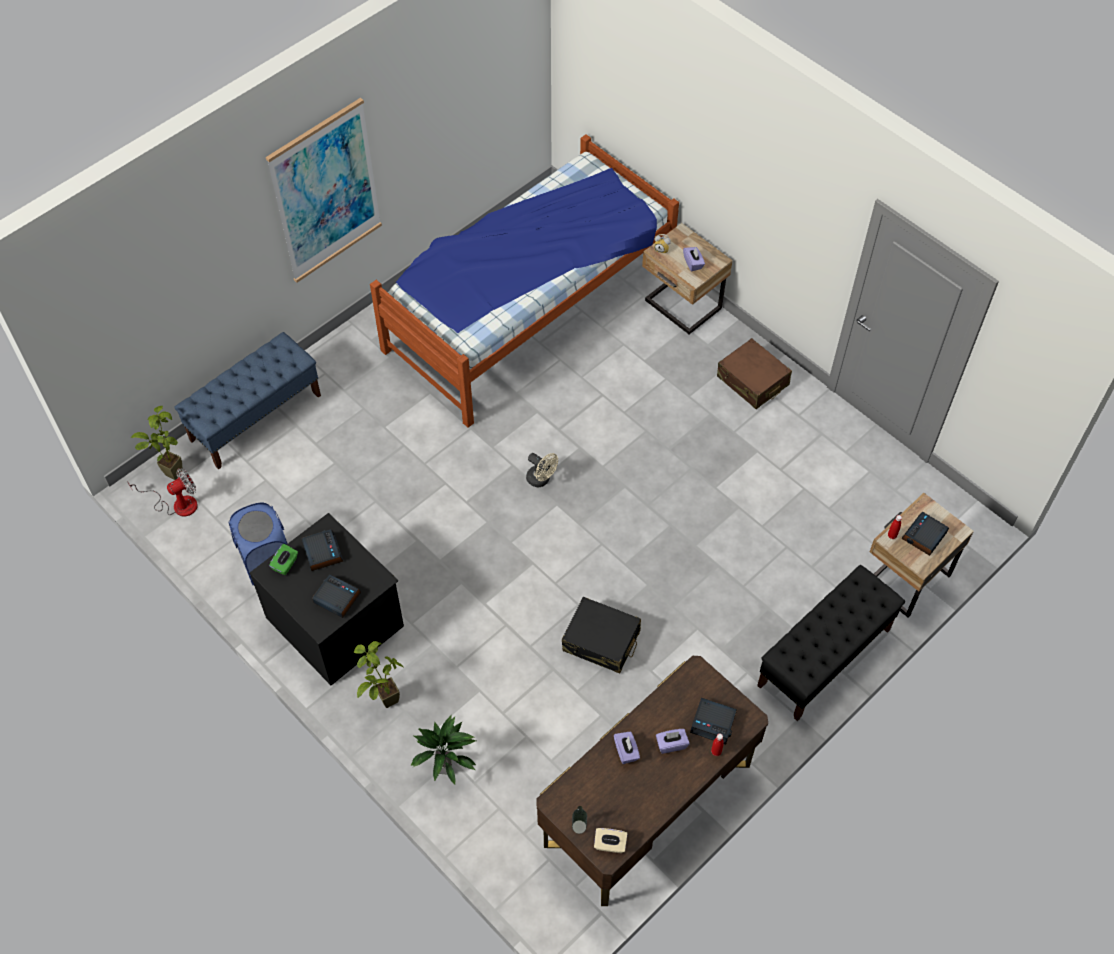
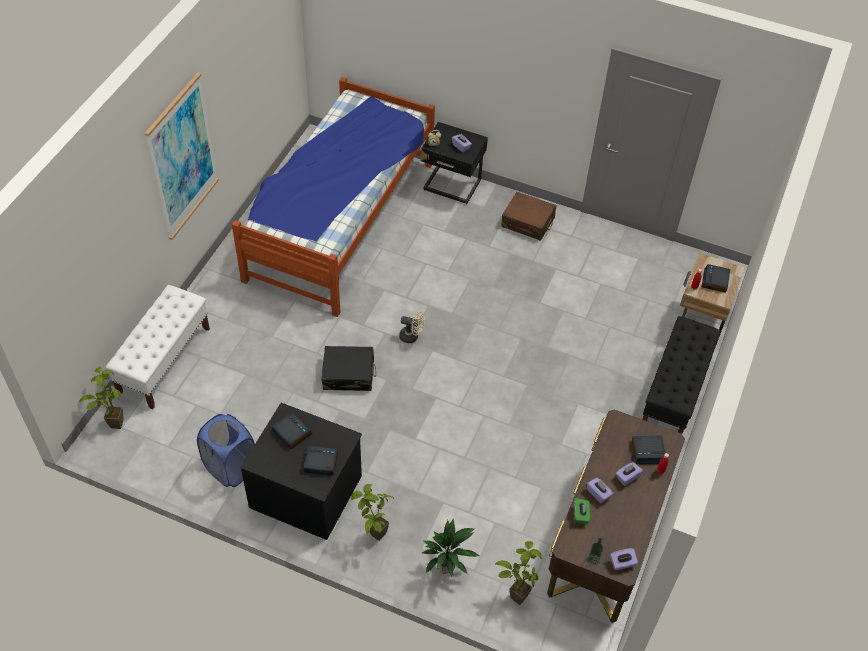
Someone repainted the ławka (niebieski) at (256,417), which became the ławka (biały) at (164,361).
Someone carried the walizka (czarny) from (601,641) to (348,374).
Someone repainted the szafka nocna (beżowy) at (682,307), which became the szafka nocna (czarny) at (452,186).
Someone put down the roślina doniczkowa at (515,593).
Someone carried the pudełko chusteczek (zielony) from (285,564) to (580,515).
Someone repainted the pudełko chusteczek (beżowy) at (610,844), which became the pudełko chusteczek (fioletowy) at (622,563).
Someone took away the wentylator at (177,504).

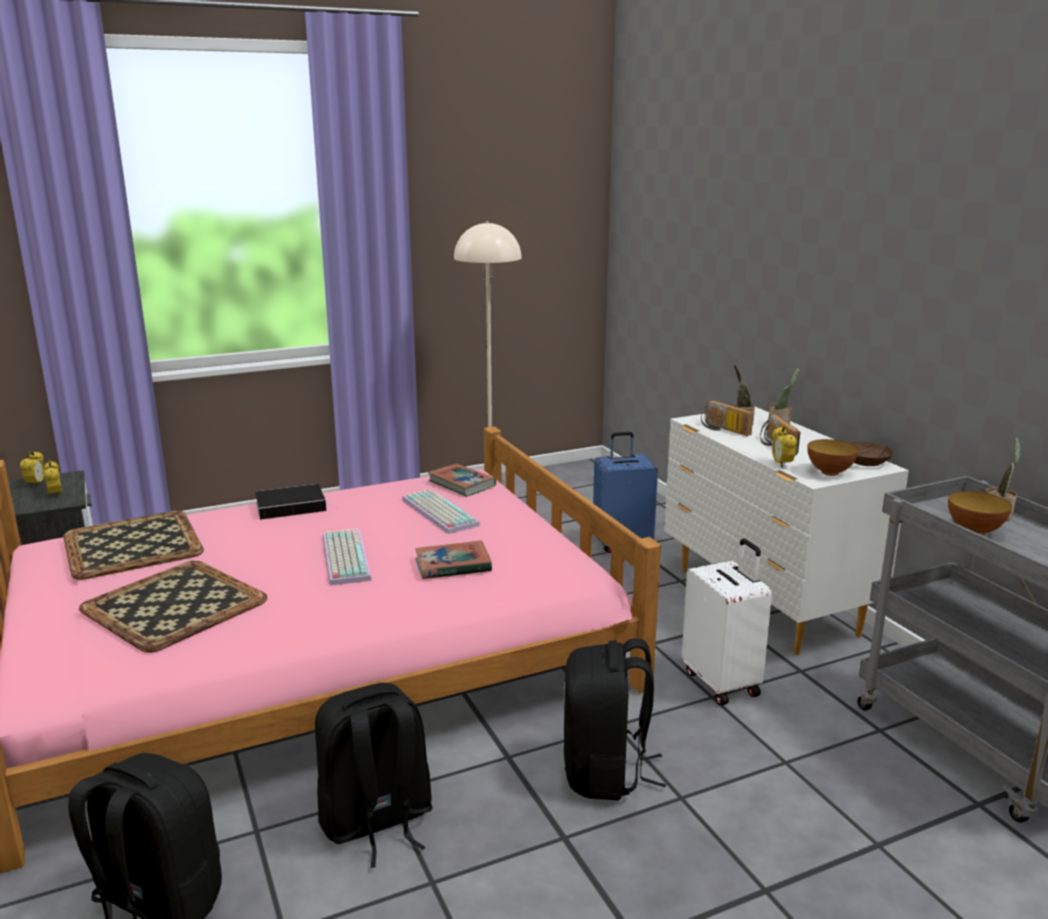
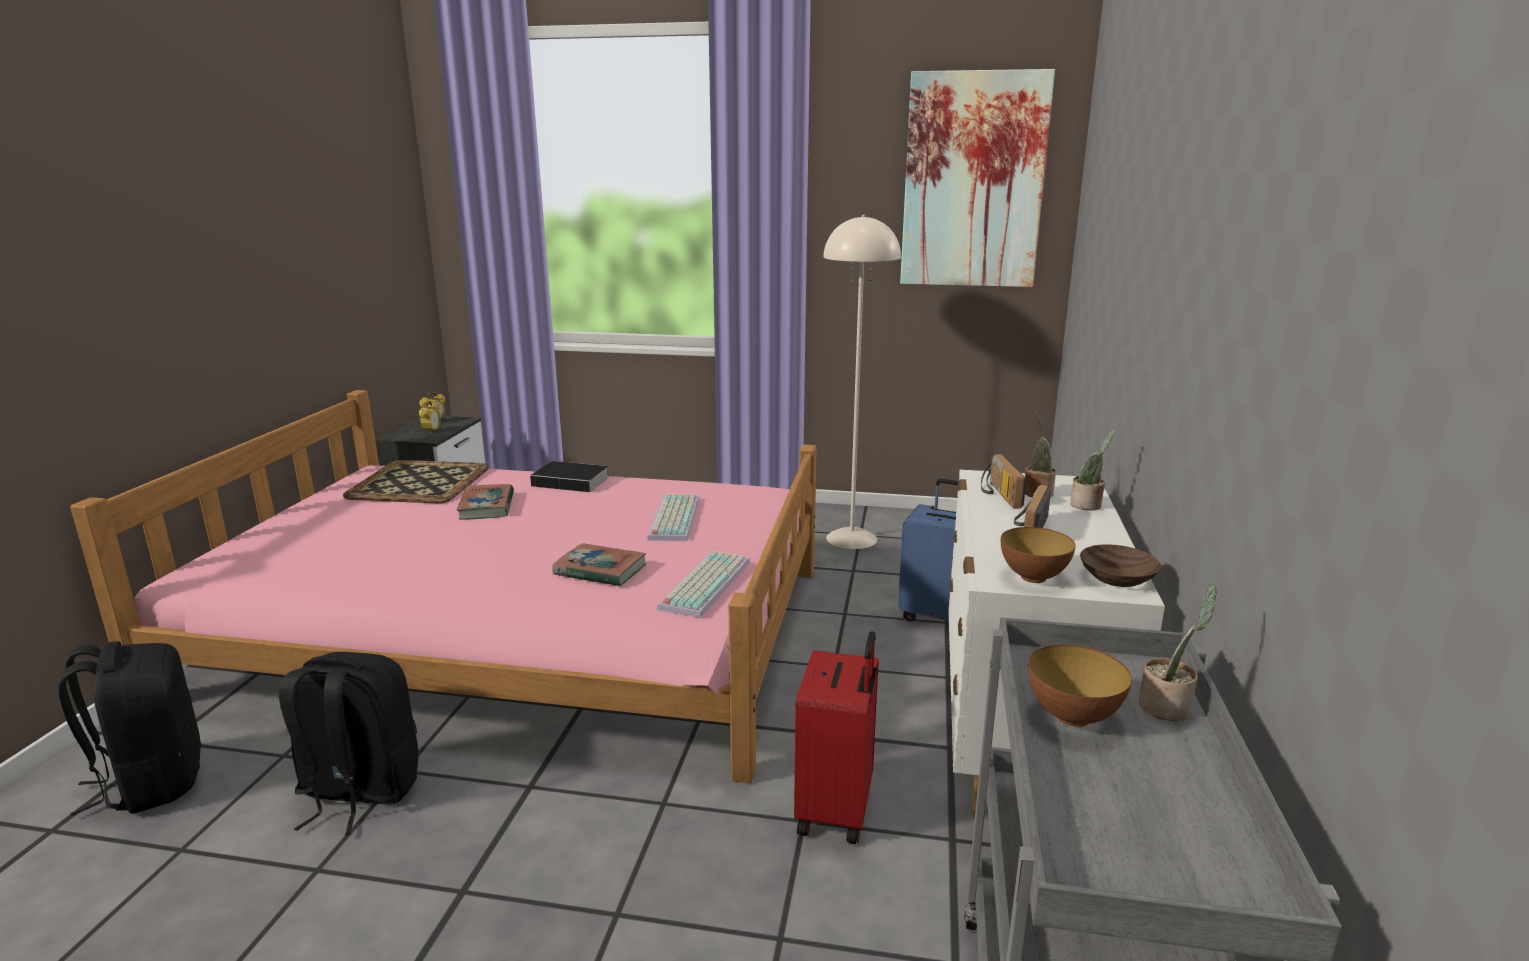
Someone carried the książka from (462,484) to (487,506).
Someone carried the klawiatura from (343,557) to (704,584).
Someone repainted the walizka (biały) at (722,682), which became the walizka (czerwony) at (837,810).
Someone put up the obraz at (973,181).
Someone took away the taca at (172,605).
Someone took away the plecak (czarny) at (606,773).
Someone took away the budzik at (781,465).

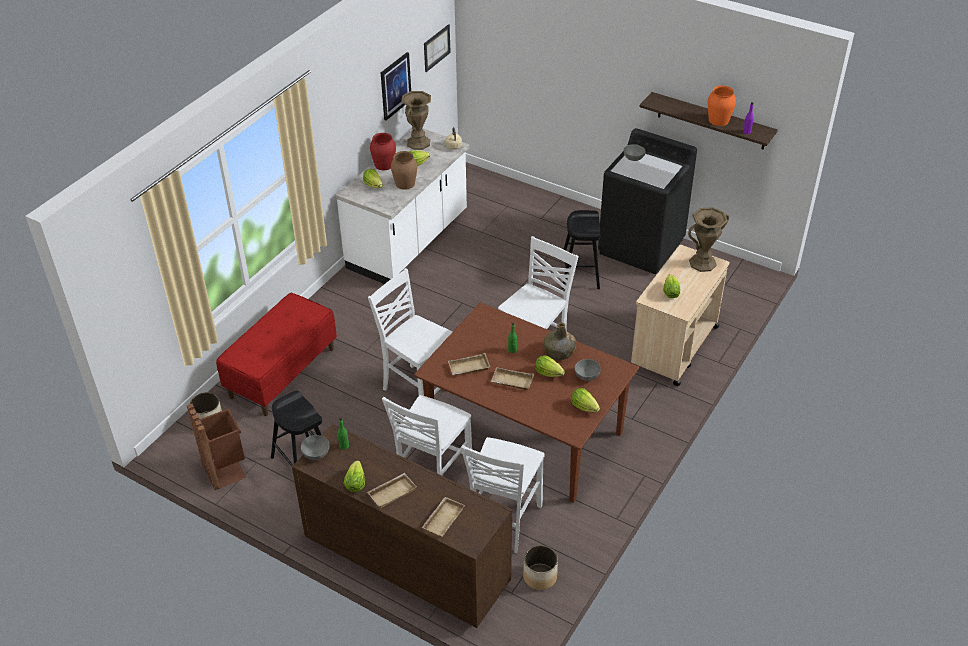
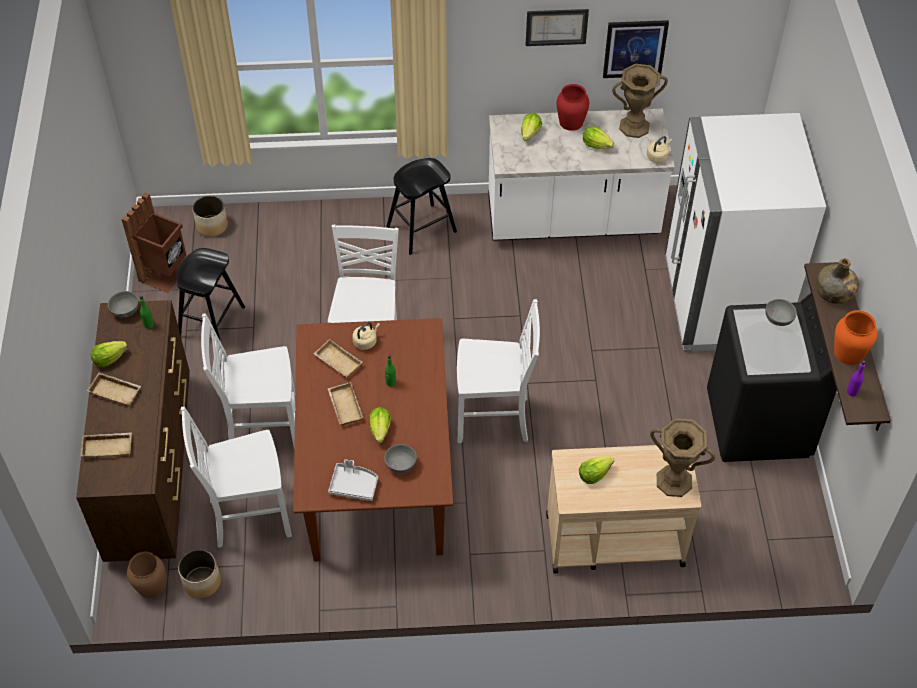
Someone carried the wazon (brązowy) from (405,183) to (151,585).
Someone swapped the sałata at (584,407) for the taca (szary) at (354,485).
Someone put down the czajnik (beżowy) at (366,341).
Someone carried the stołek (czarny) from (580,274) to (421,229).
Someone carried the obraz from (436,48) to (556,27).
Someone put down the lodówka (biały) at (721,303).
Someone carried the butelka (zielony) from (559,352) to (833,293).
Someone took away the ławka (czerwony) at (282,372).

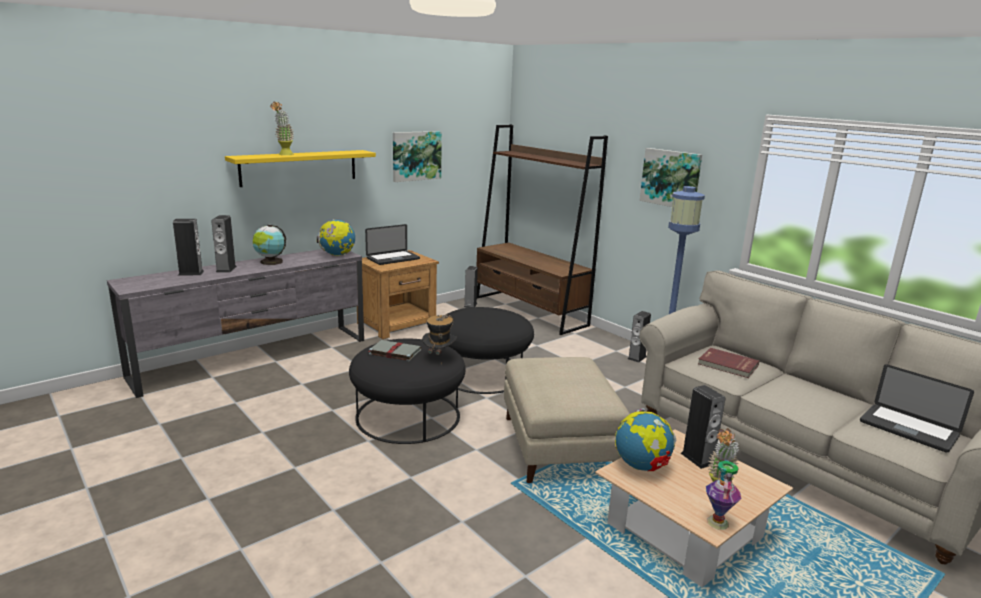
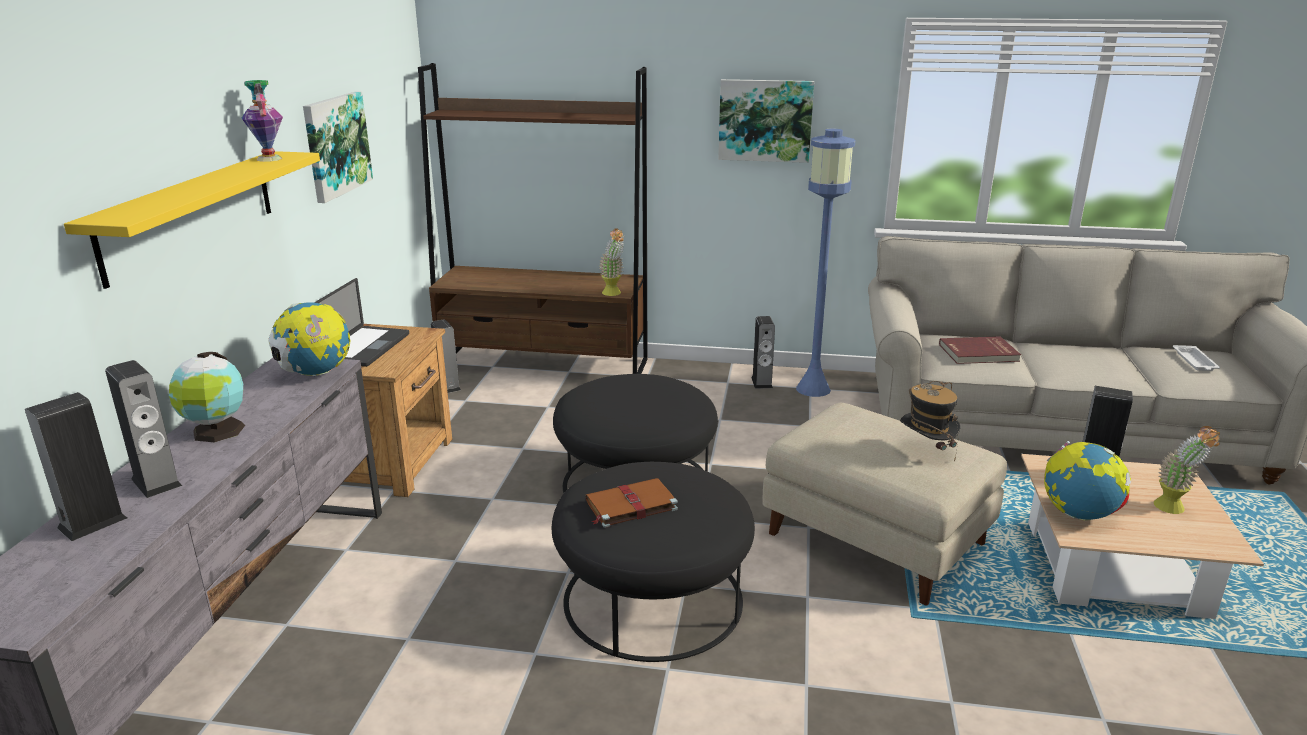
Someone carried the wazon from (717,522) to (268,159).
Someone repainted the książka (szary) at (394,352), which became the książka (brązowy) at (629,505).
Someone carried the roślina doniczkowa from (284,154) to (614,294).
Someone carried the kapelusz from (439,357) to (925,452).
Someone swapped the laptop at (908,429) for the taca (biały) at (1195,362).

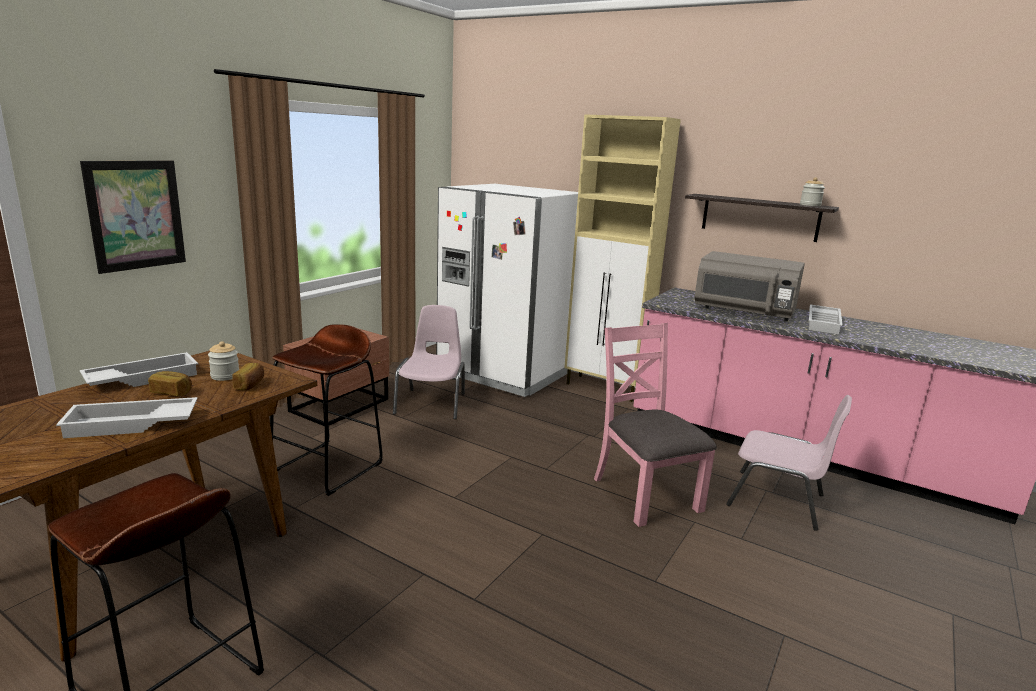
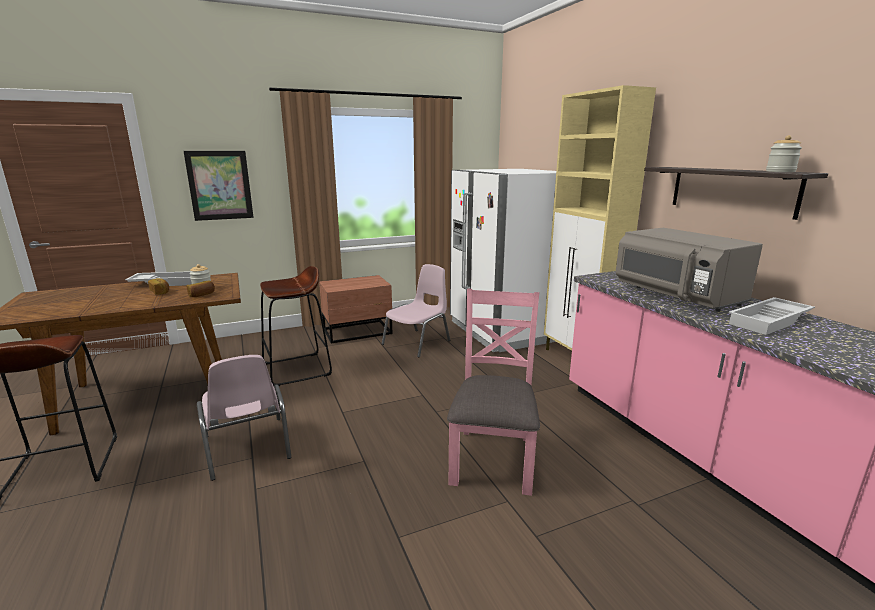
Someone carried the krzesło (różowy) from (777,500) to (247,448).
Someone took away the taca (biały) at (131,425).

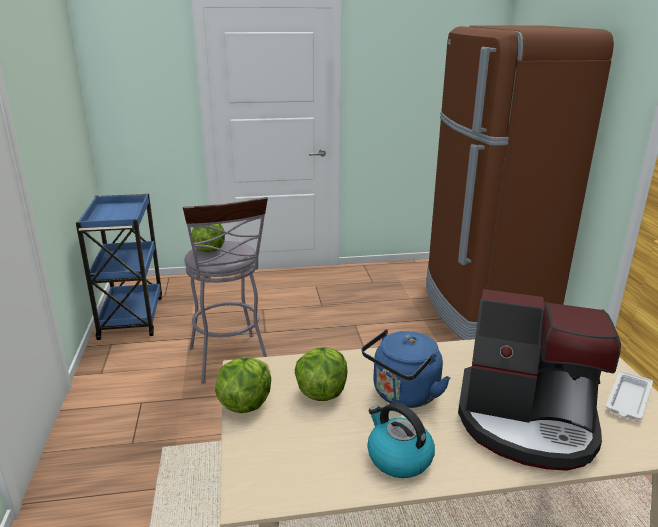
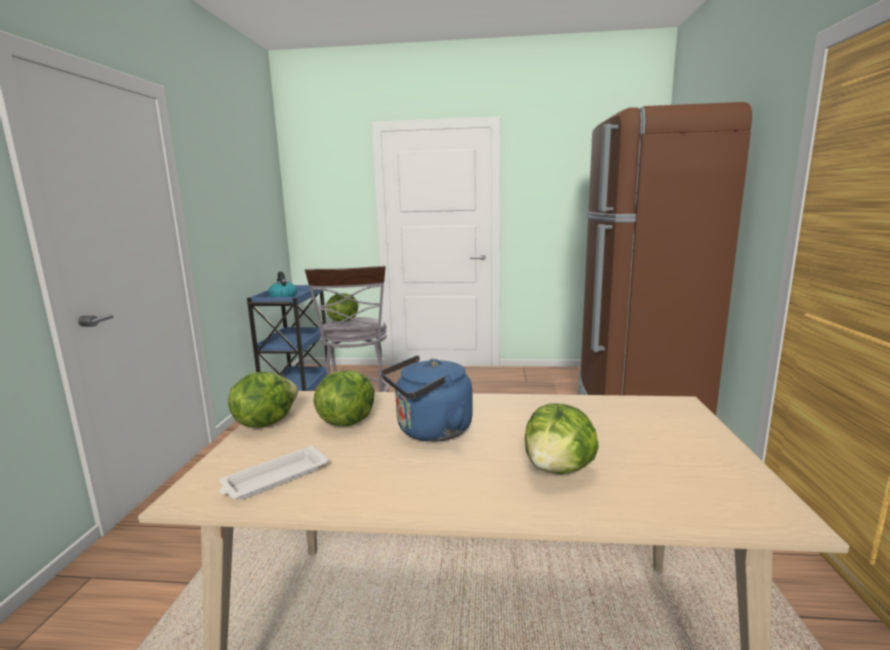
Someone carried the taca (biały) from (628,400) to (274,479).
Someone carried the czajnik from (398,458) to (283,297).
Someone swapped the ekspres do kawy at (527,422) for the sałata at (559,469).

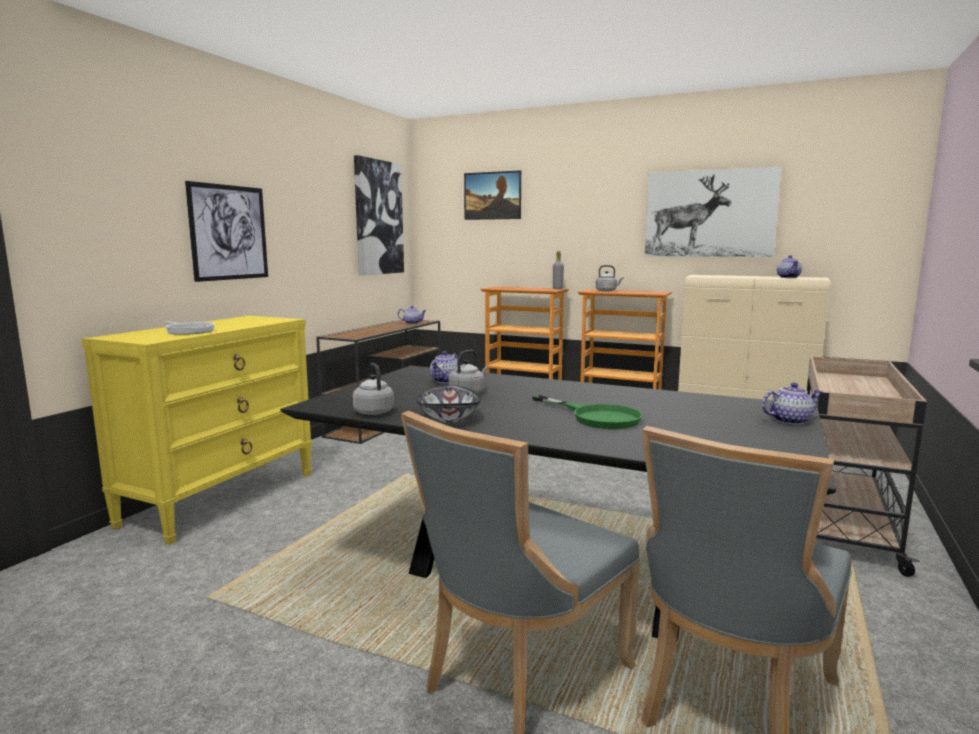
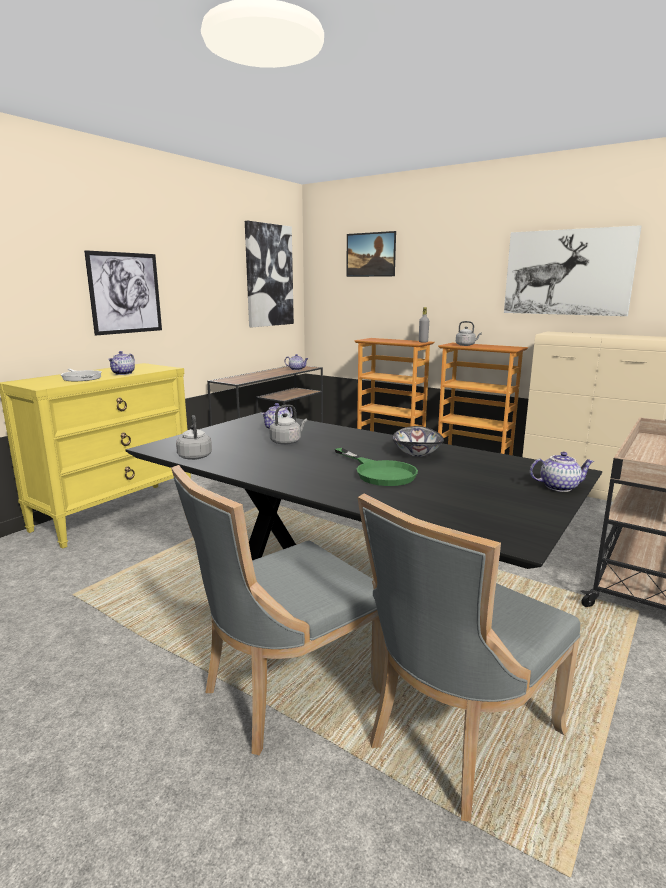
Someone carried the imbryk from (789,277) to (123,374).
Someone carried the miska from (448,418) to (416,453).

